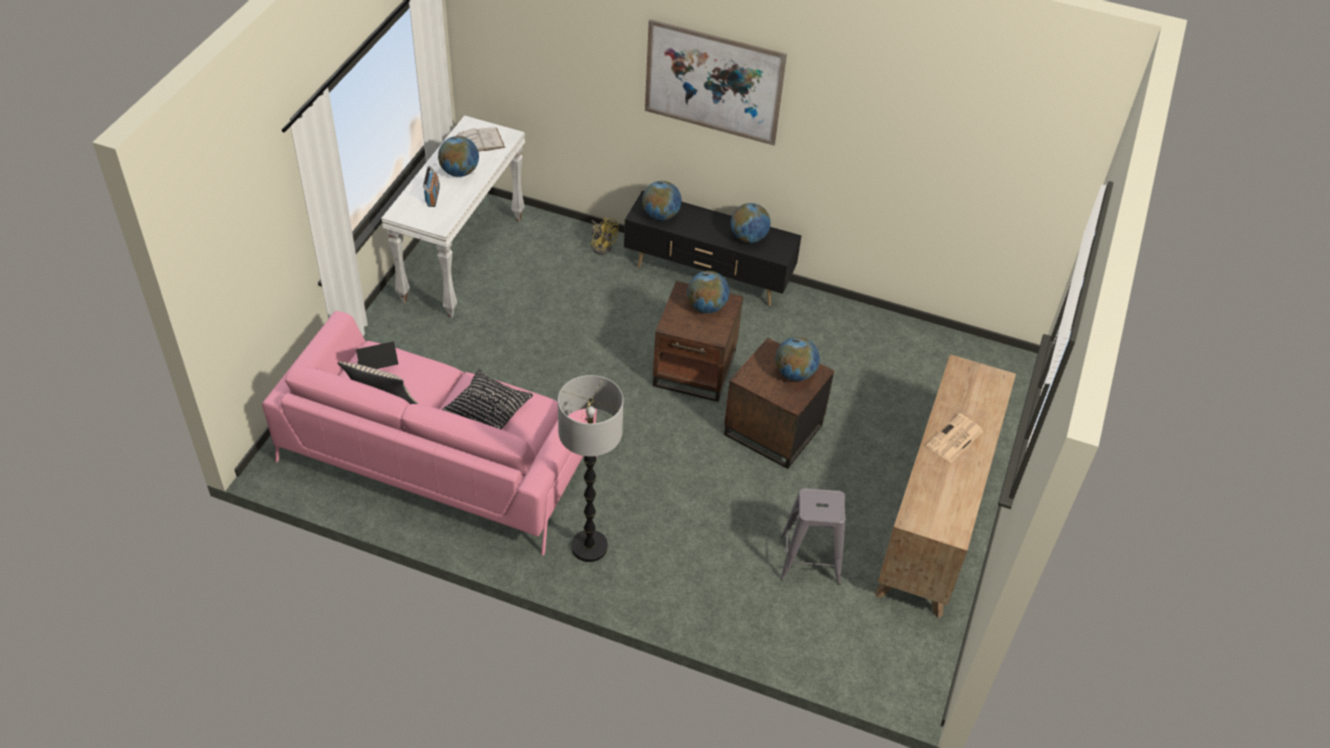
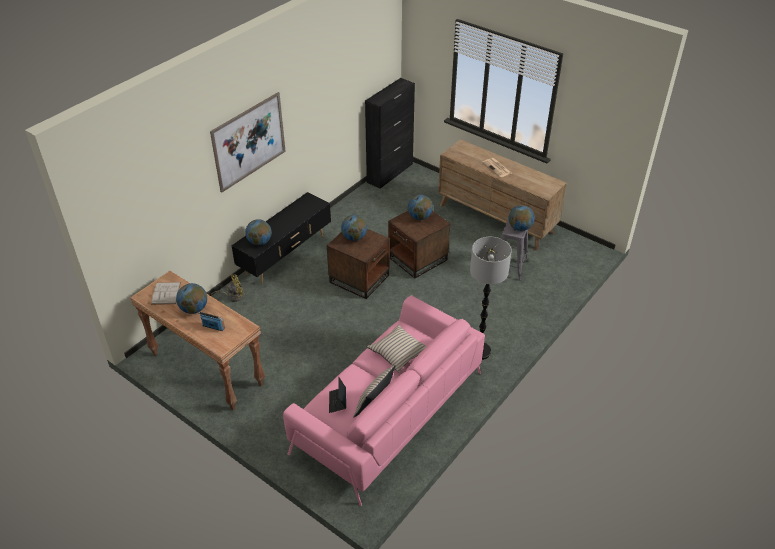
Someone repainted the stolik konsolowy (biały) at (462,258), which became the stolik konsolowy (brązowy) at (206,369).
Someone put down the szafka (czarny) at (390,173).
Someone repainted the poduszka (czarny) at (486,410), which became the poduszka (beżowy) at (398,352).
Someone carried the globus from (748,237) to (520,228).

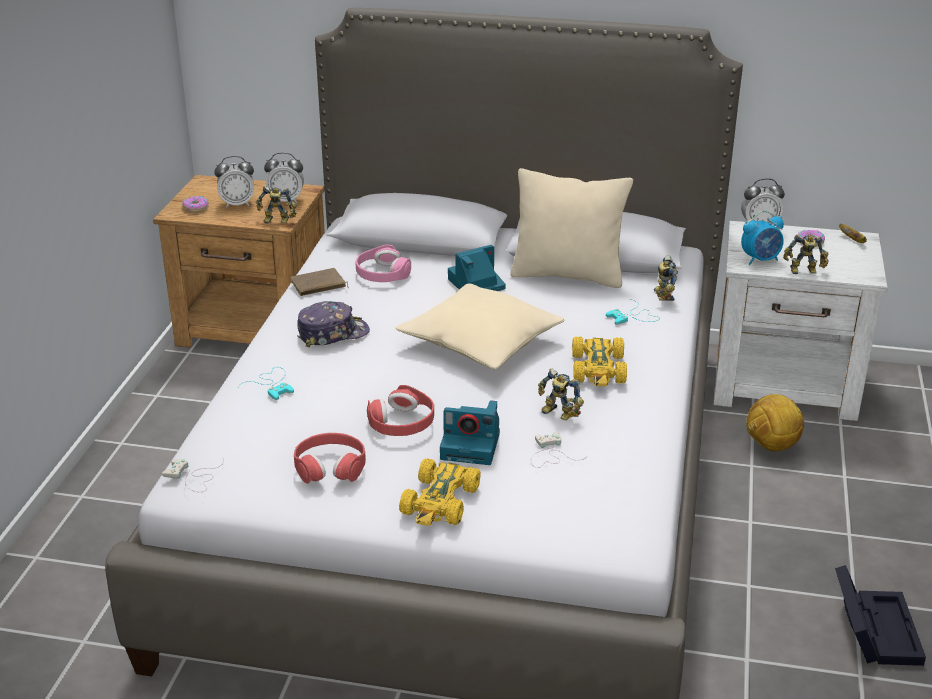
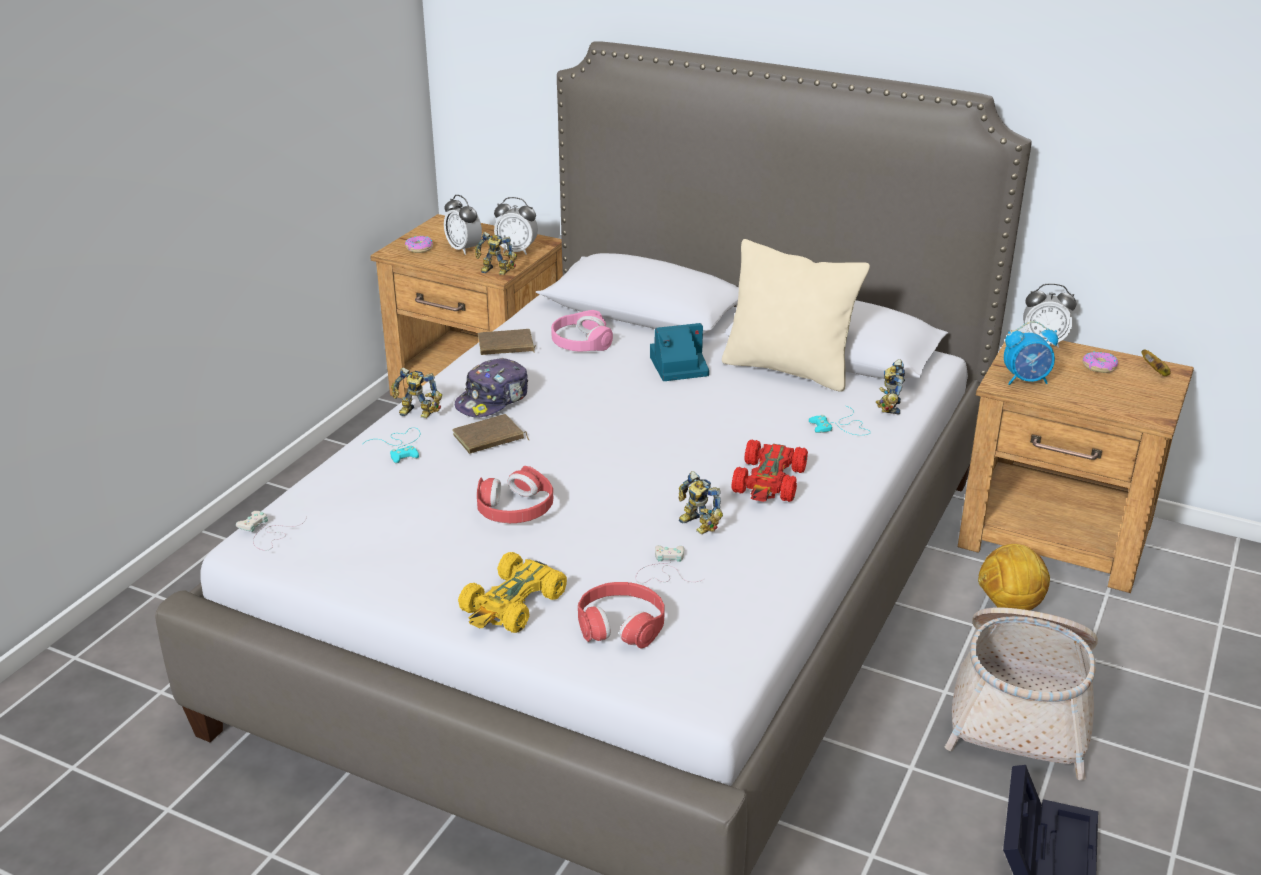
Someone carried the robot zabawkowy from (804,271) to (417,414).
Someone rotated the budzik at (237,204) by 45 degrees clockwise.
Someone put down the książka (brązowy) at (489,439).
Someone rotated the czapka z daszkiem at (332,333) by 135 degrees clockwise.
Someone carried the słuchawki (czerwony) from (330,467) to (621,624).
Someone repainted the samochodzik (żółty) at (598,369), which became the samochodzik (czerwony) at (769,482).
Someone put down the koszyk at (1022,705).
Someone repainted the szafka nocna (biały) at (786,384), which became the szafka nocna (brązowy) at (1058,536).
Someone took away the poduszka (beżowy) at (480,343).
Someone took away the aparat fotograficzny at (472,446).

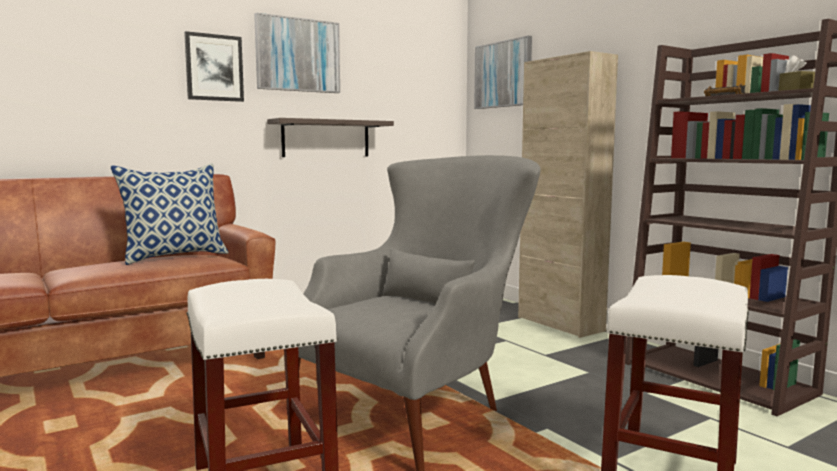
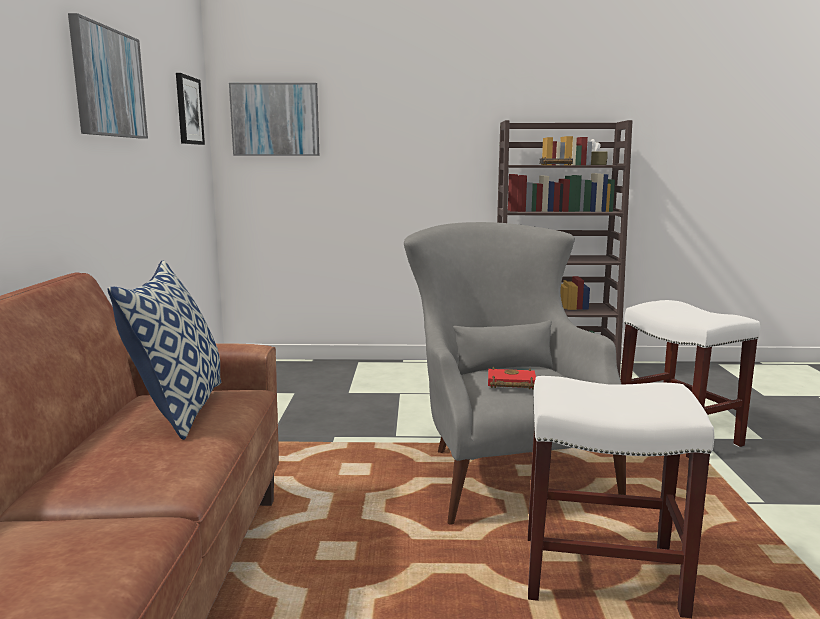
Someone carried the obraz from (214,67) to (188,110).
Someone put down the książka (czerwony) at (510,384).
Someone took away the półka at (326,138).
Someone took away the szafka (beżowy) at (560,324).

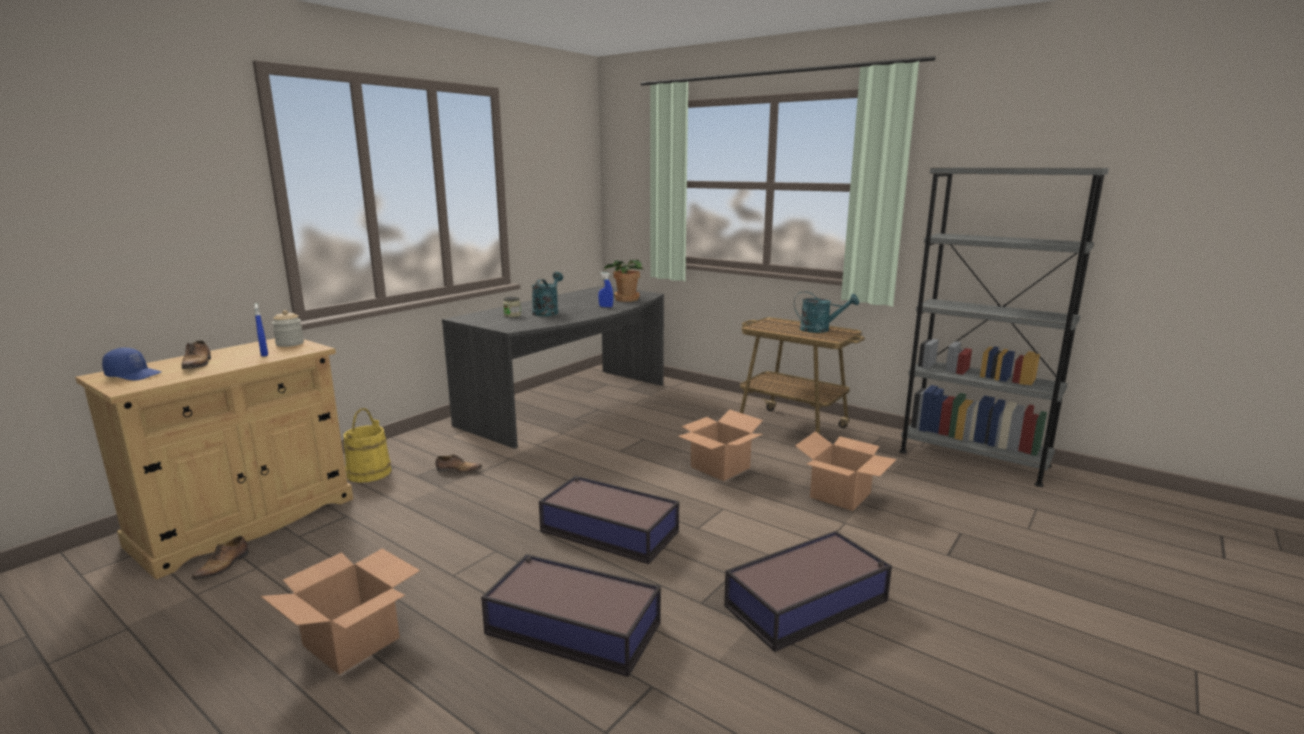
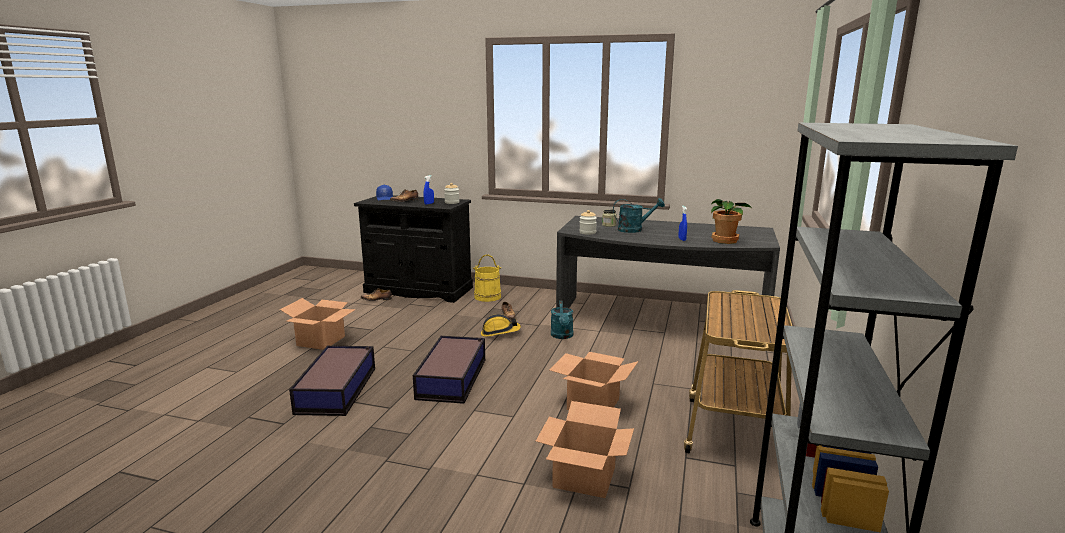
Someone repainted the szafka (beżowy) at (245,521), which became the szafka (czarny) at (418,290).
Someone put down the kask at (499,333).
Someone carried the konewka (turkusowy) from (820,330) to (562,336).
Someone put down the słoik at (587,232).
Someone took away the pojemnik do przechowywania at (808,603).

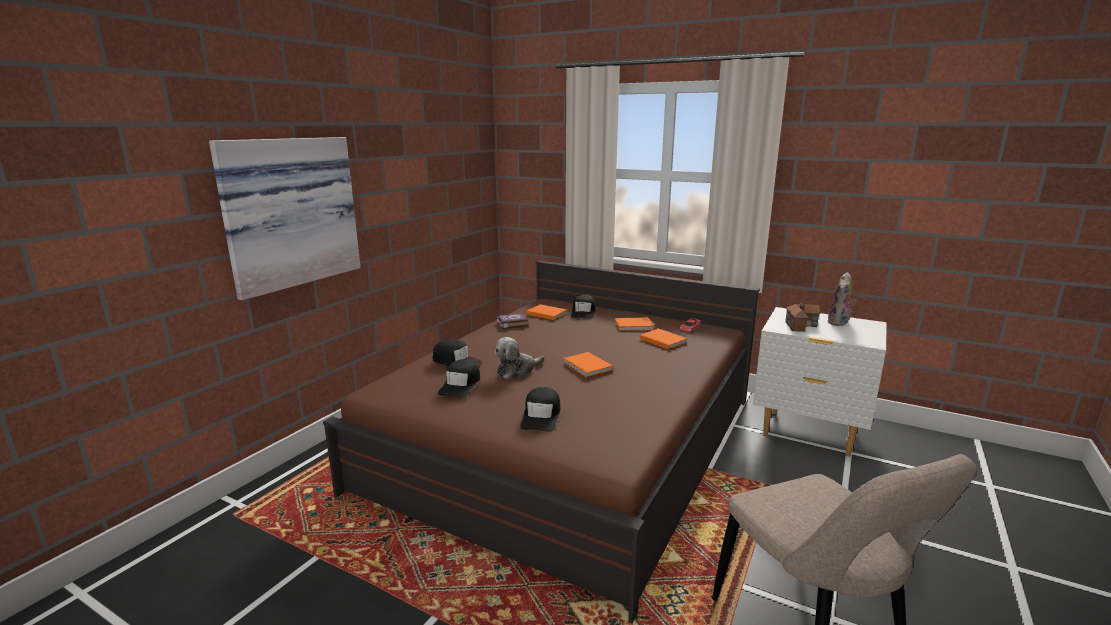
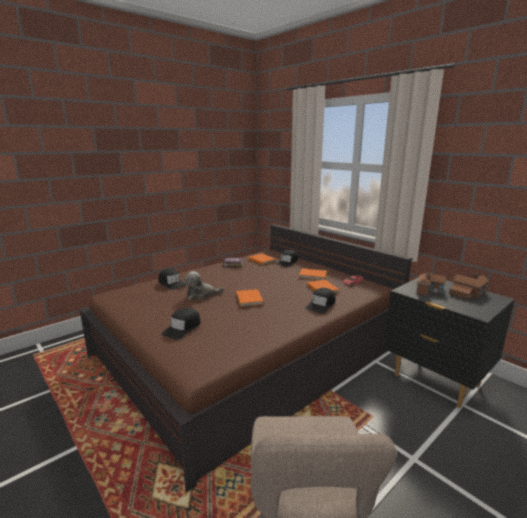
Someone carried the czapka z daszkiem (czarny) from (460,385) to (321,305).
Someone repainted the szafka nocna (biały) at (808,433), which became the szafka nocna (czarny) at (435,381).
Someone swapped the pluszak at (839,323) for the domek at (467,293).
Someone took away the obraz at (289,212).

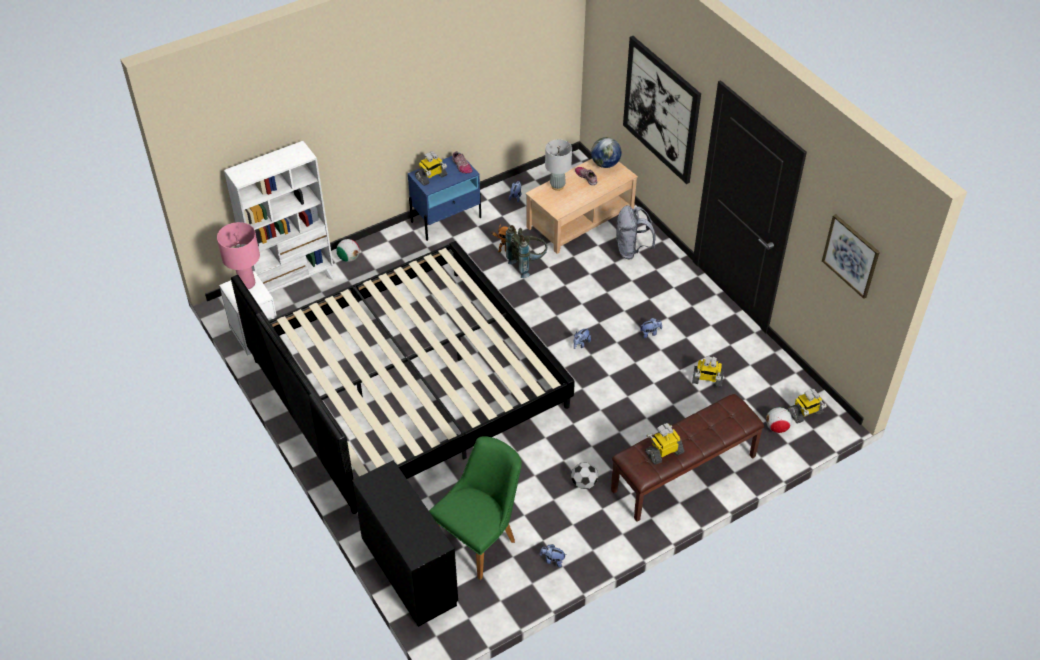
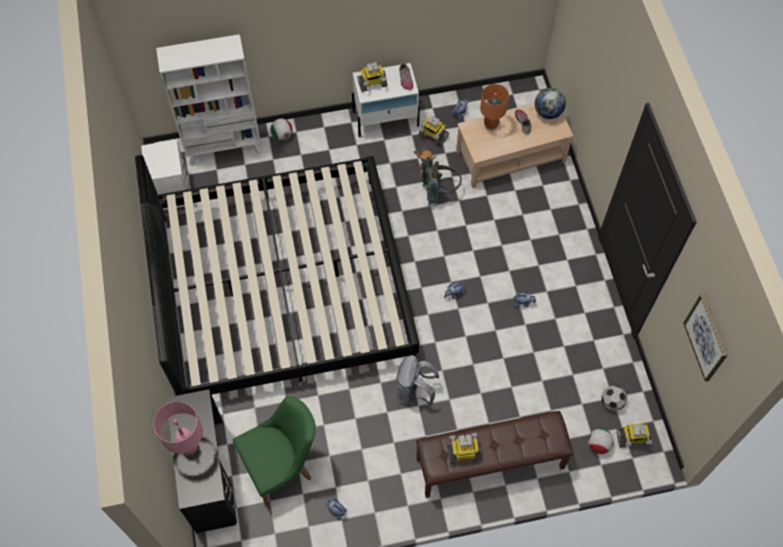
Someone carried the lampa stołowa (różowy) from (247,284) to (189,446).
Someone repainted the szafka nocna (niebieski) at (446,219), which became the szafka nocna (biały) at (386,119).
Someone carried the plecak (szary) from (632,250) to (414,391).
Someone carried the robot zabawkowy from (707,380) to (433,136).
Someone repainted the lampa stołowa (szary) at (557,186), which became the lampa stołowa (pomarańczowy) at (490,125).
Someone carried the piłka futbolowa from (584,483) to (611,402).
Someone took away the obraz at (661,109).

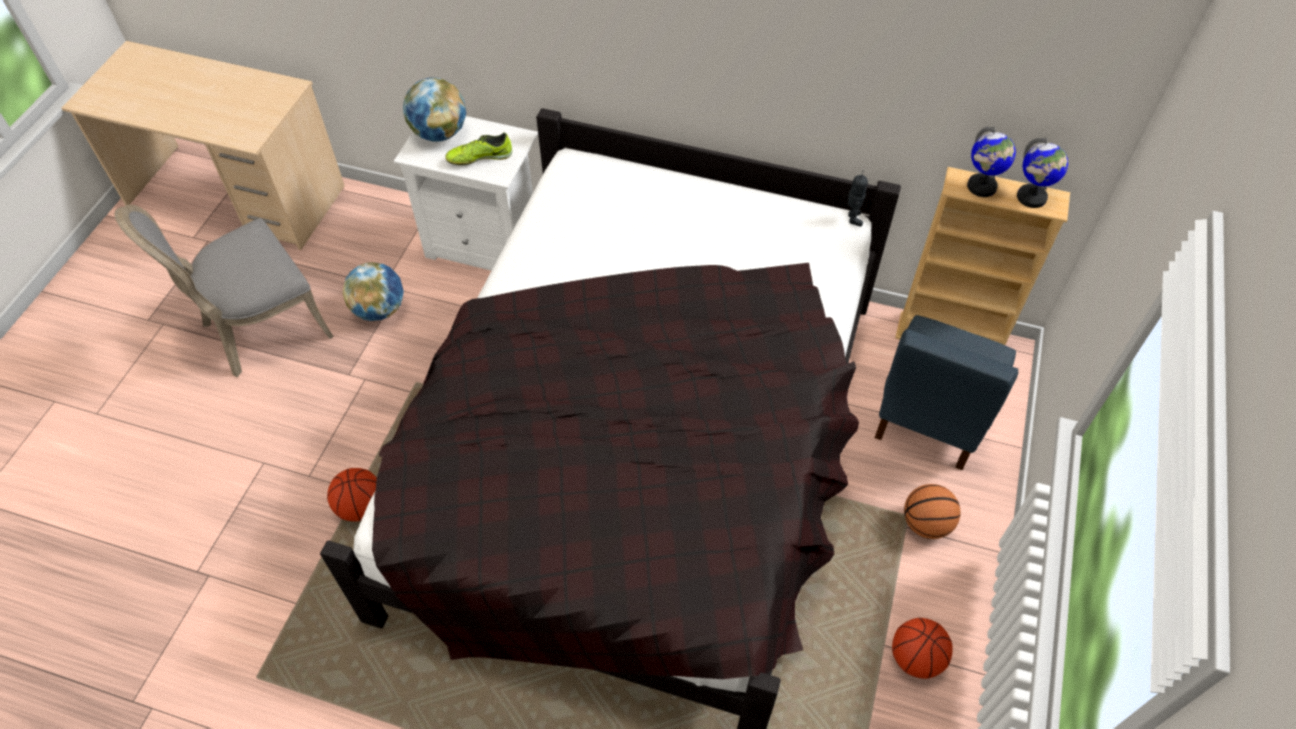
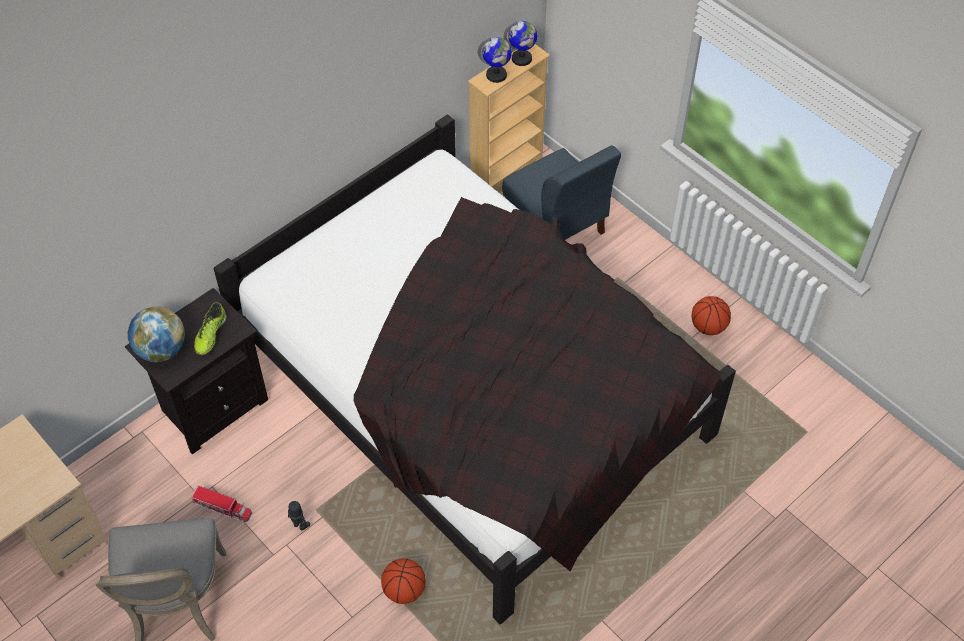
Someone repainted the szafka nocna (biały) at (486,244), which became the szafka nocna (czarny) at (212,406).
Someone swapped the globus at (379,309) for the ciężarówka zabawkowa at (223,508).
Someone carried the robot zabawkowy from (852,218) to (299,525).
Someone took away the piłka do koszykówki at (925,524).

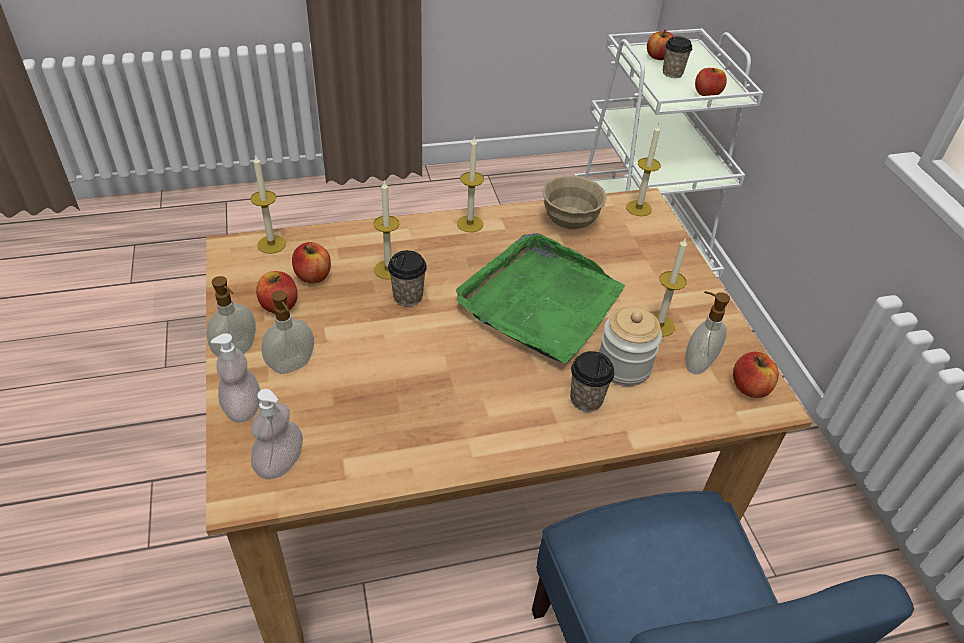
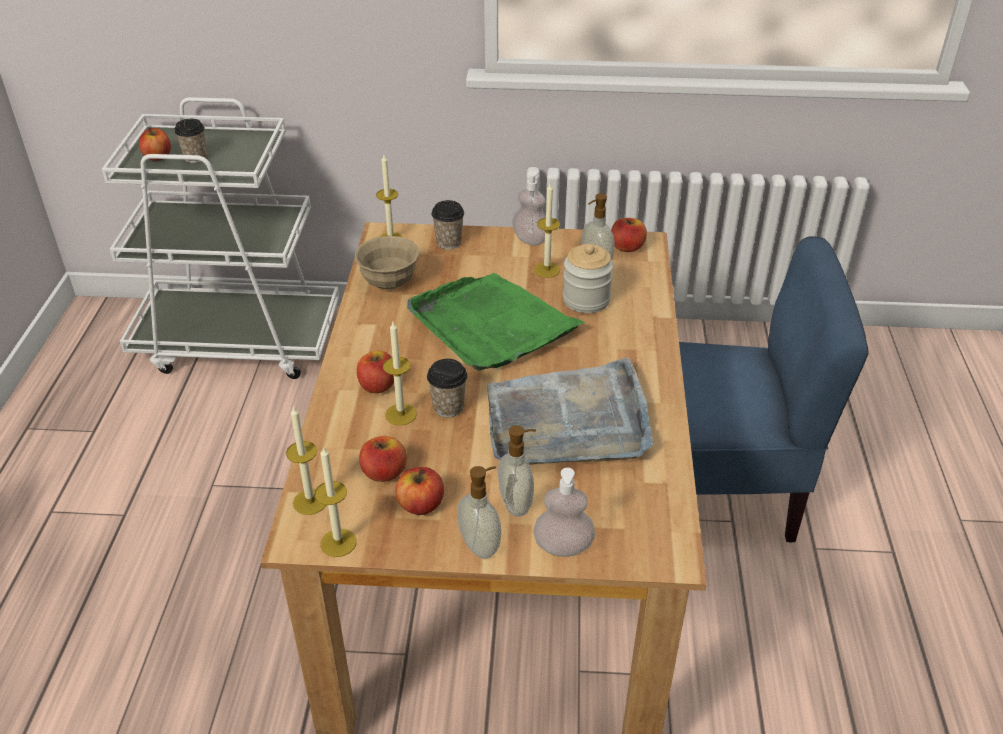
Someone carried the świeca from (470,224) to (338,543).
Someone carried the jabłko from (707,94) to (378,385).
Someone carried the filiżanka from (586,399) to (449,242).
Someone put down the taca (szary) at (568,421).
Someone carried the dozownik mydła from (280,462) to (530,239).

